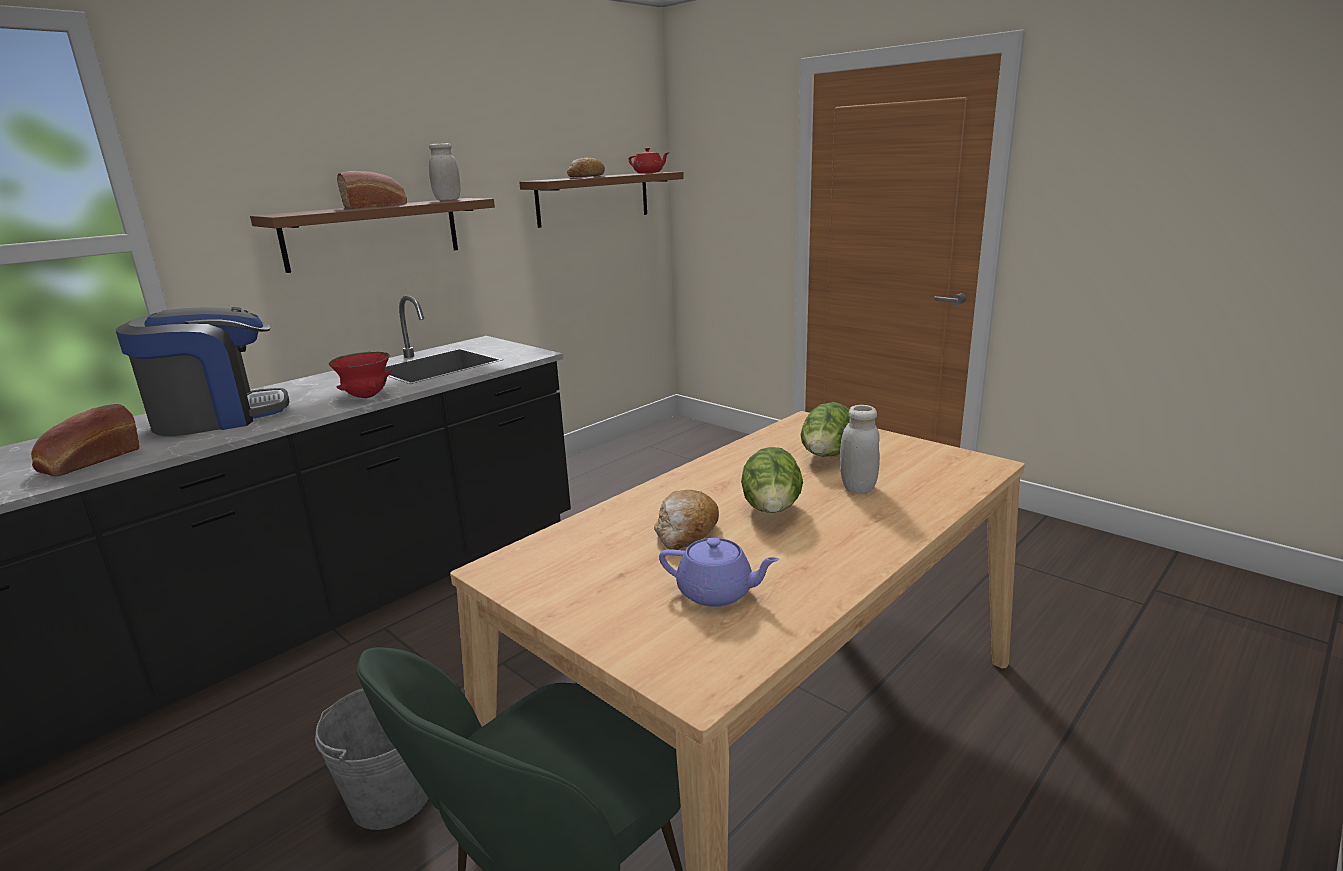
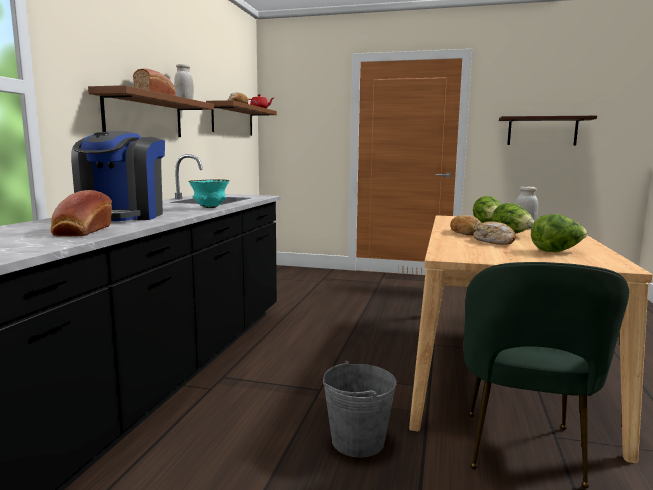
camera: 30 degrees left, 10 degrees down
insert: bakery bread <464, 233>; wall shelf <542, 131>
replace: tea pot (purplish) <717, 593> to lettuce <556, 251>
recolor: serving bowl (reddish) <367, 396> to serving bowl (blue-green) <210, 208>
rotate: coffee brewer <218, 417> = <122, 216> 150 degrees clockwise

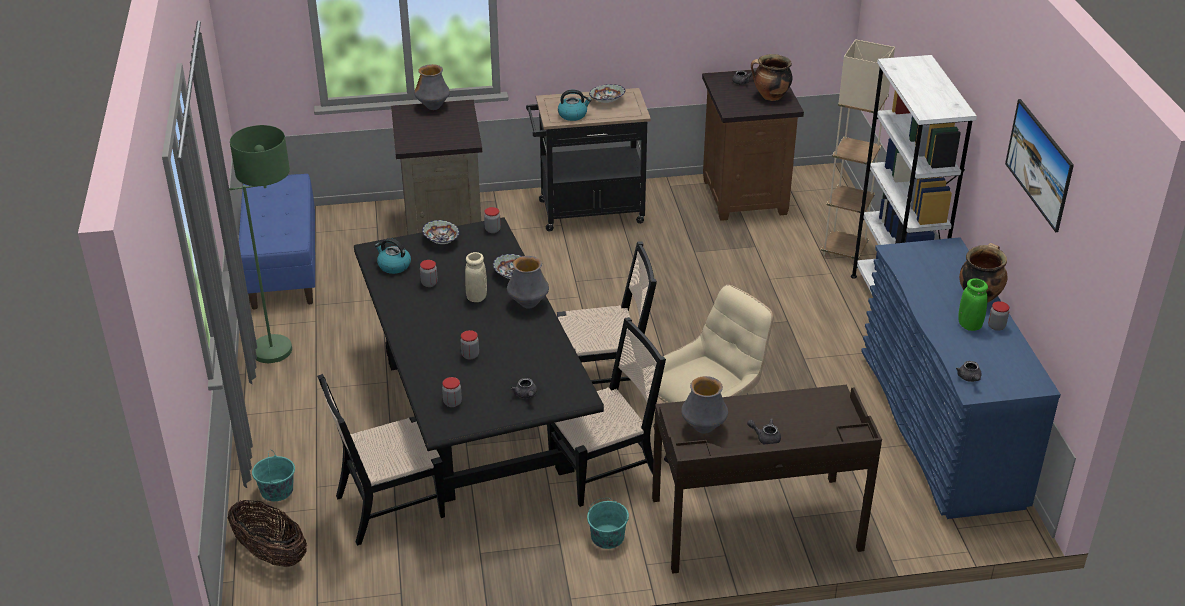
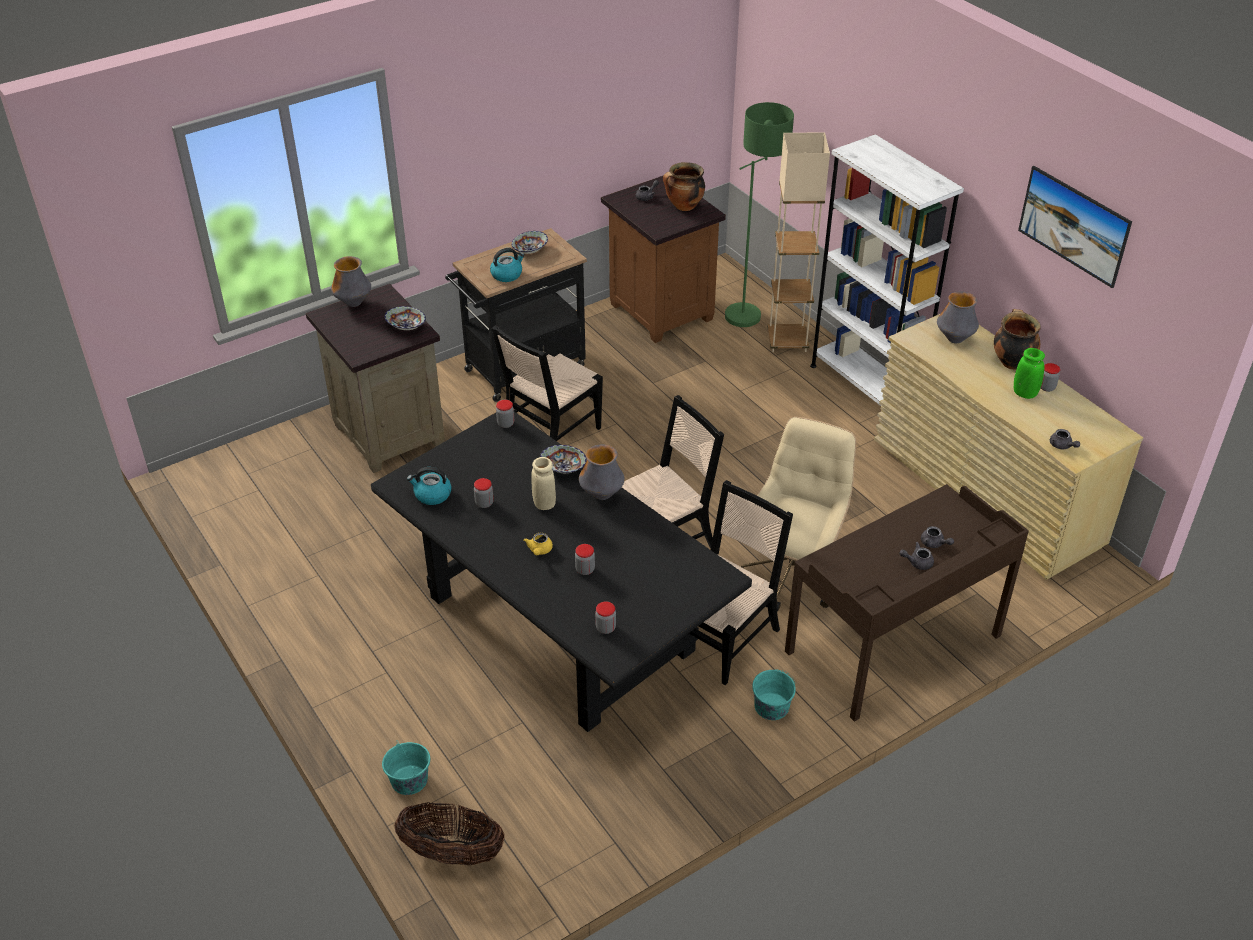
camera: 25 degrees left, 5 degrees up
delete: indoor bench (blue) <282, 267>
insert: tea pot (yellowish) <539, 550>
move: serving bowl <441, 241> to <406, 327>; chair <390, 507> to <551, 435>; standard lamp (green-coloured) <284, 348> to <750, 312>; tea pot (gray) <526, 395> to <934, 544>; flower vase <703, 428> to <954, 339>
recolor: drawer chest (blue) <940, 431> to drawer chest (beige) <985, 496>

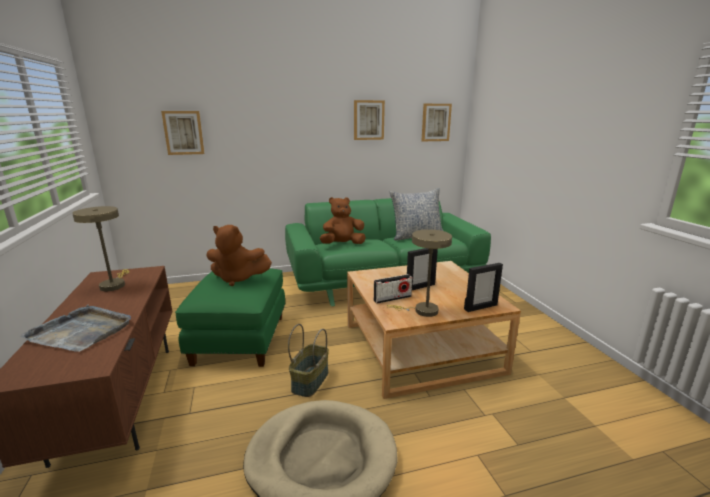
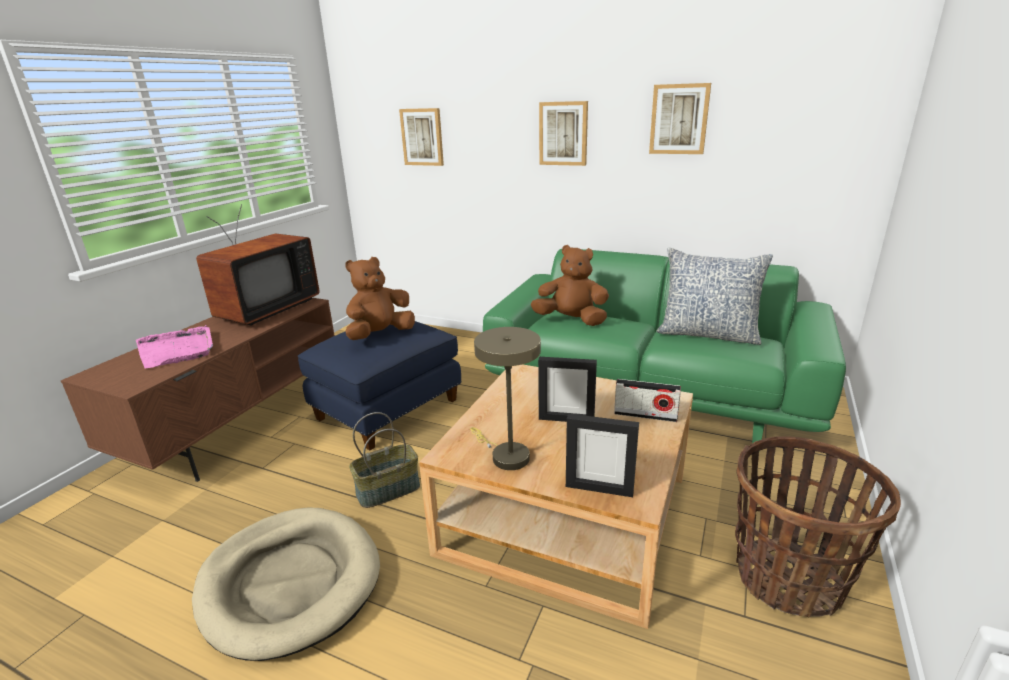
camera: 40 degrees right, 5 degrees up
insert: storage basket <788, 578>
move: wall picture <435, 122> to <563, 133>; radio receiver <392, 298> to <645, 415>
replace: lamp for a table (beige) <114, 284> to TV set <263, 310>
recolor: carrying tray (gray) <82, 331> to carrying tray (pink) <177, 350>; pouffe (green-coloured) <239, 339> to pouffe (blue) <387, 409>
rotate: cuddly toy (brown) <238, 278> = <380, 334> 90 degrees clockwise

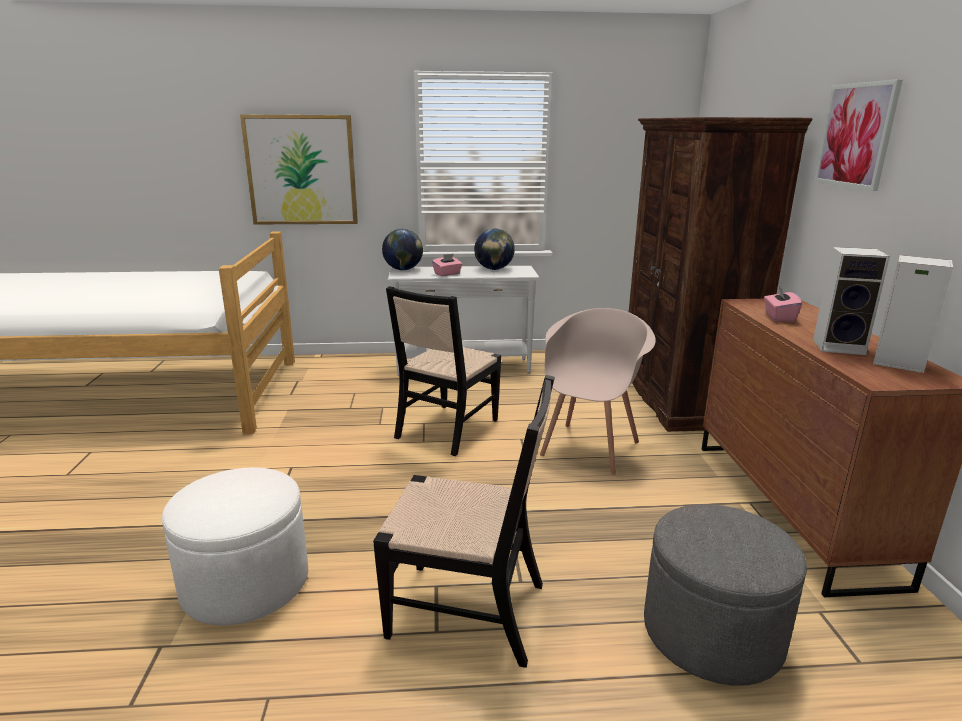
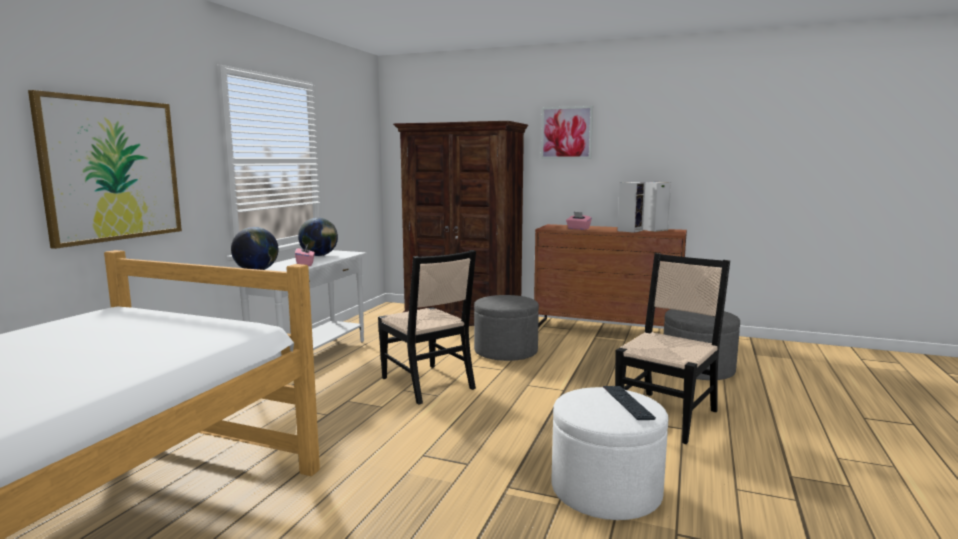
camera: 65 degrees left, 10 degrees down
insert: PC keyboard <627, 403>
replace: chair (beige) <590, 448> to pouffe (gray) <505, 351>

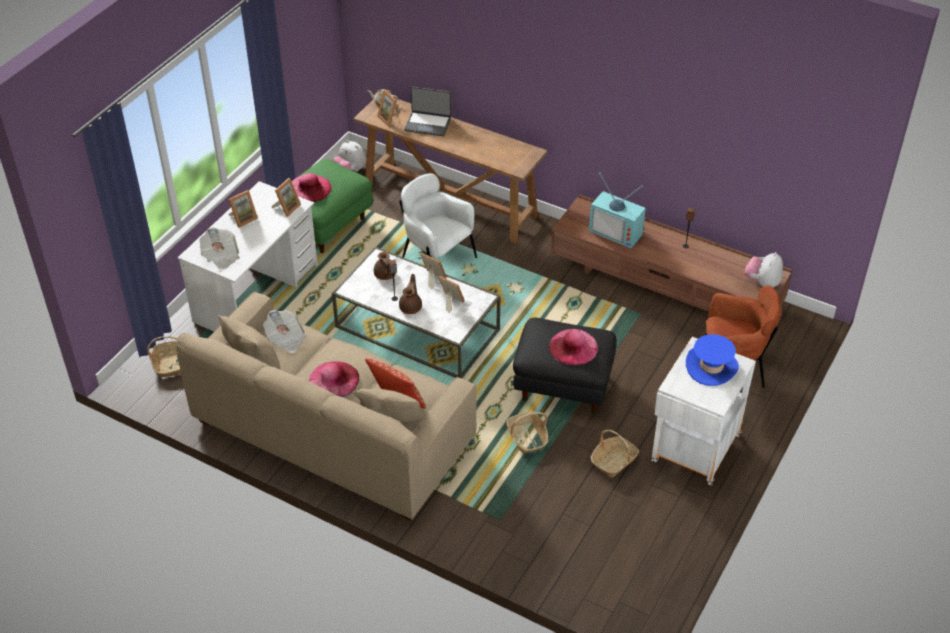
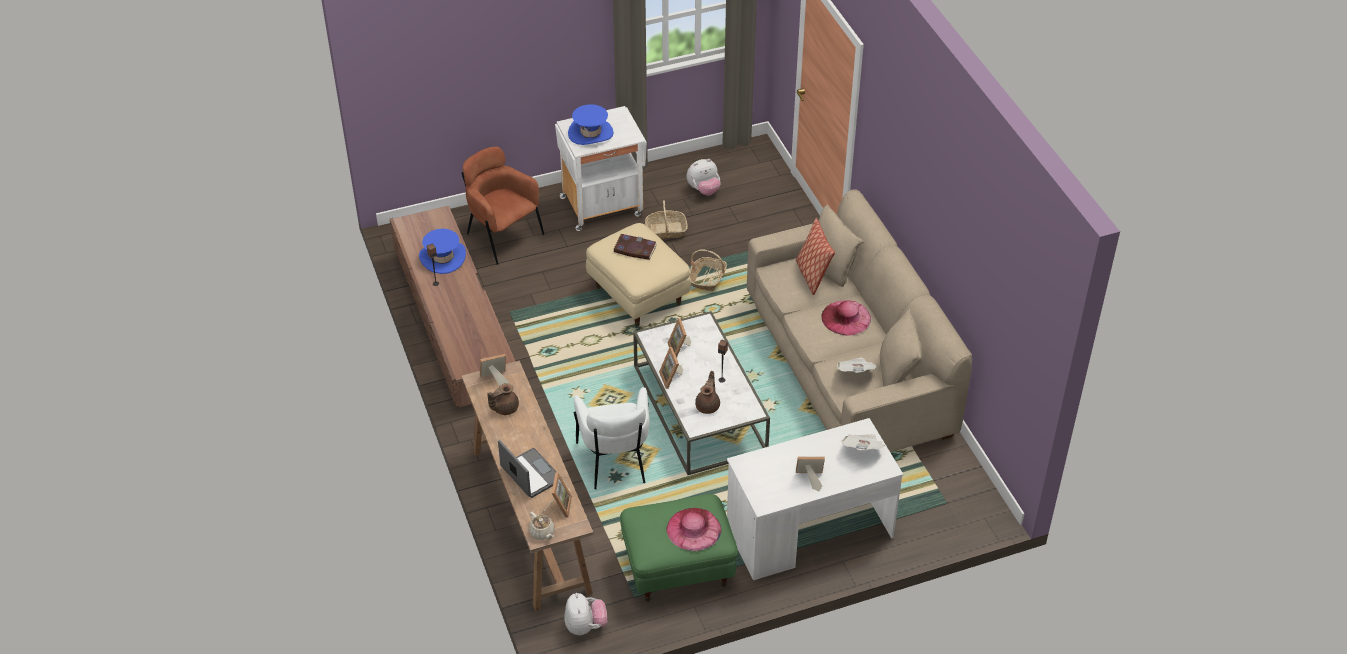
camera: 140 degrees left, 0 degrees up
delete: storage basket <170, 363>; TV set <617, 232>
insert: clothing hat (blue) <442, 258>
move: photo frame <287, 208> to <495, 379>; tea pot (brown) <411, 307> to <504, 408>; cuddly toy <762, 282> to <703, 190>
replace: clothing hat (pink) <573, 347> to bound book <634, 249>
recolor: pouffe (black) <562, 386> to pouffe (beige) <639, 297>

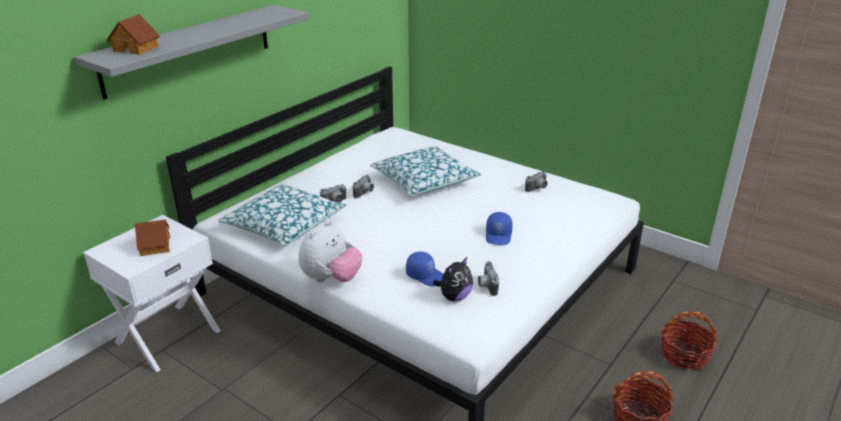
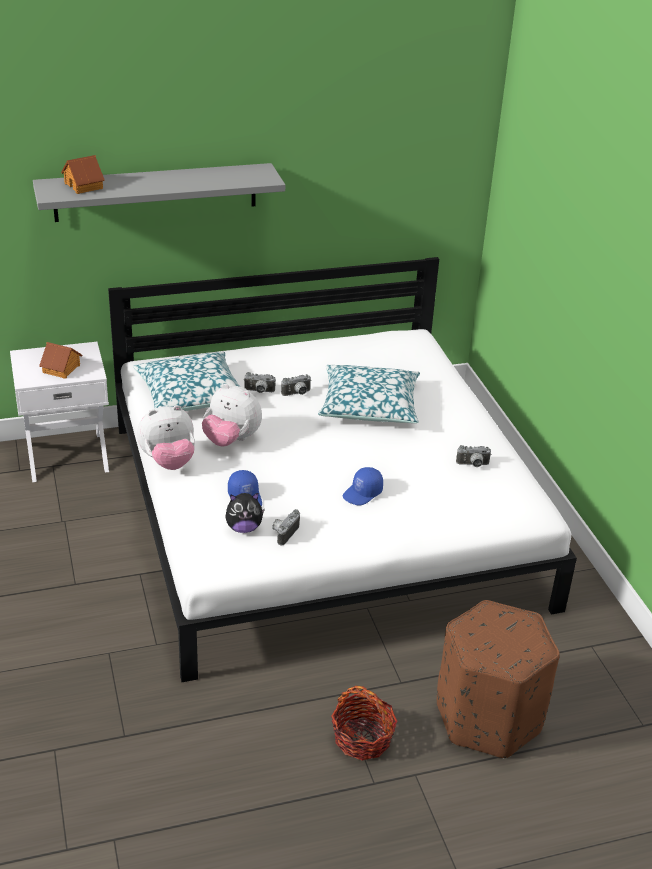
camera: 35 degrees right, 5 degrees up
insert: cuddly toy <231, 440>
replace: storage basket <684, 355> to pouffe (brown) <489, 717>

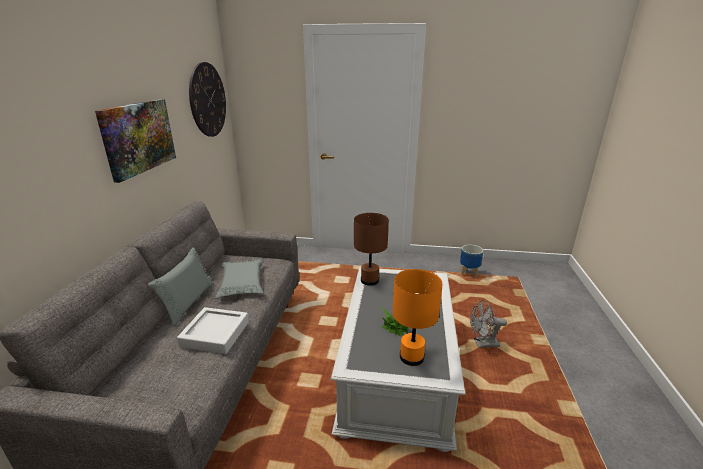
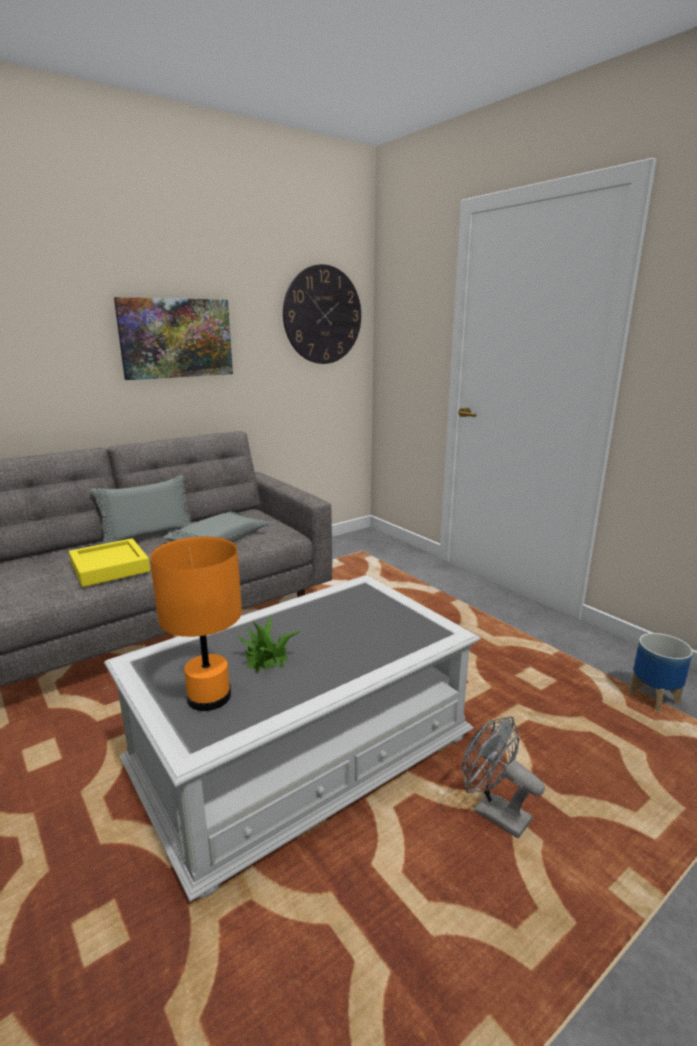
camera: 45 degrees right, 5 degrees down
delete: lamp for a table (brown) <369, 280>
recolor: carrying tray (gray) <215, 334> to carrying tray (yellowish) <110, 568>

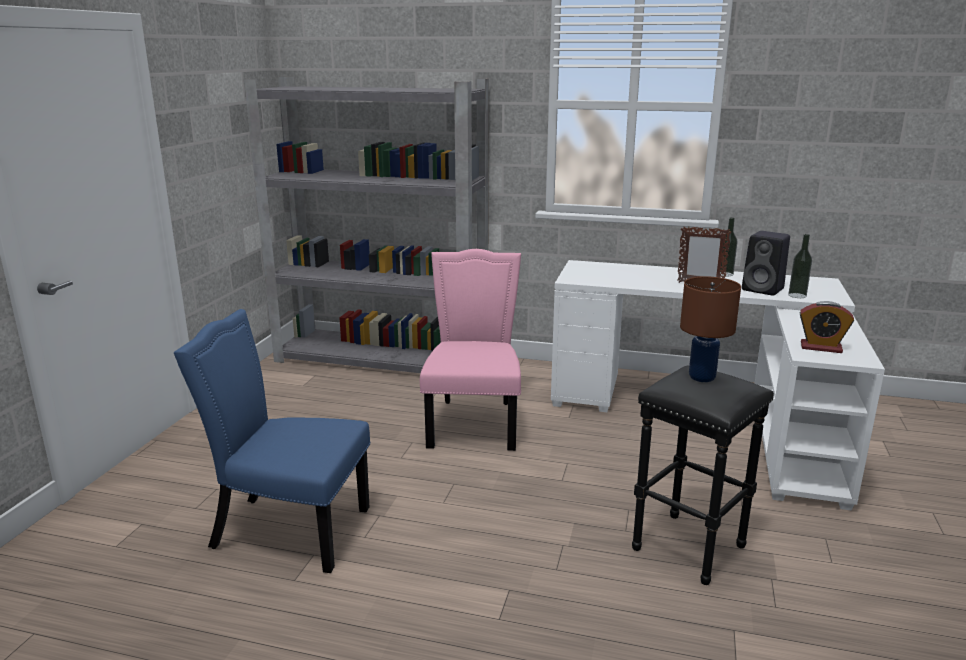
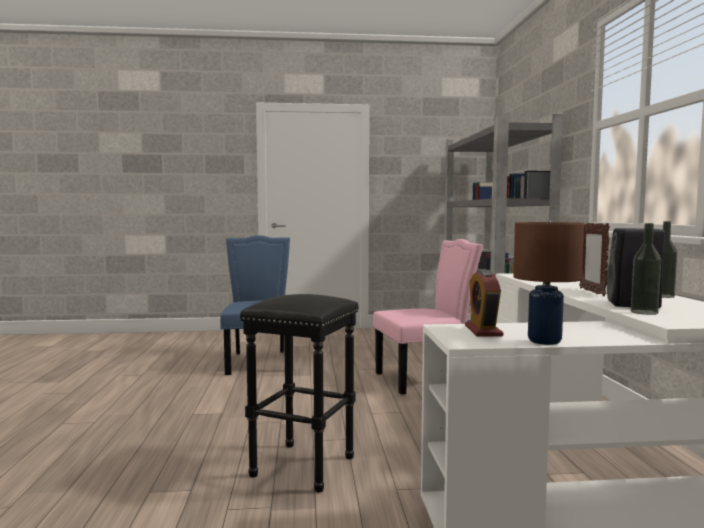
camera: 70 degrees right, 15 degrees down
move: lamp for a table (brown) <700, 377> to <545, 341>

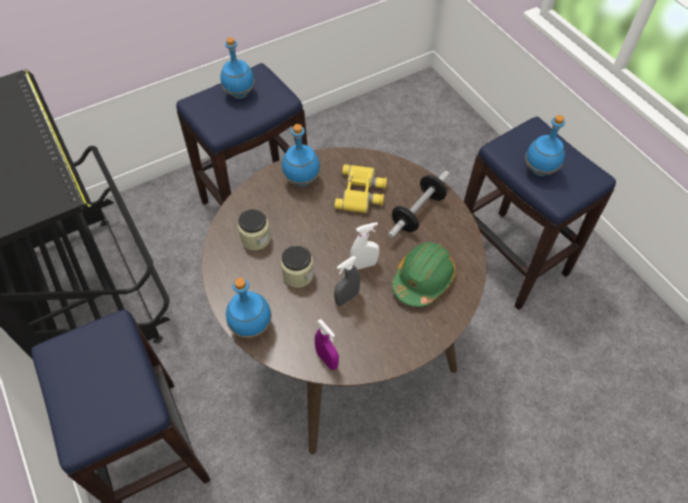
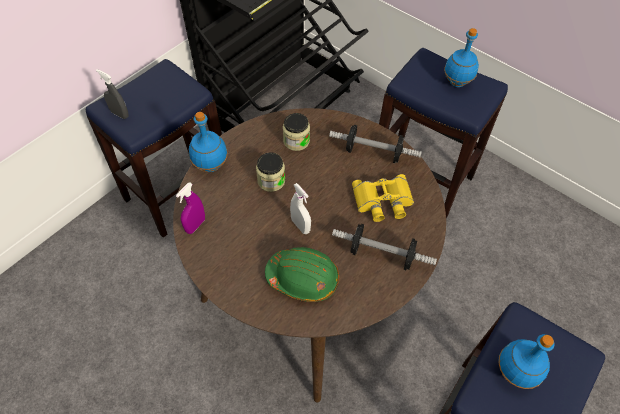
camera: 70 degrees right, 0 degrees up
move: sprayer (gray) <347, 298> to <120, 114>
replace: beverage bottle (blue) <302, 181> to hand weight <373, 153>

